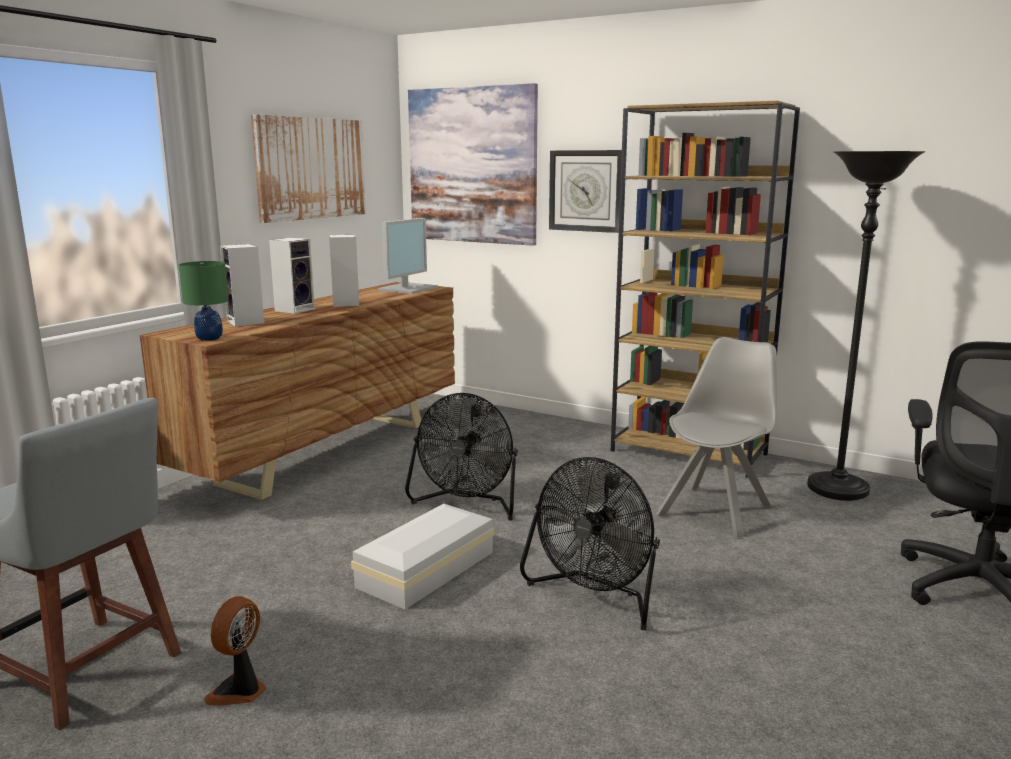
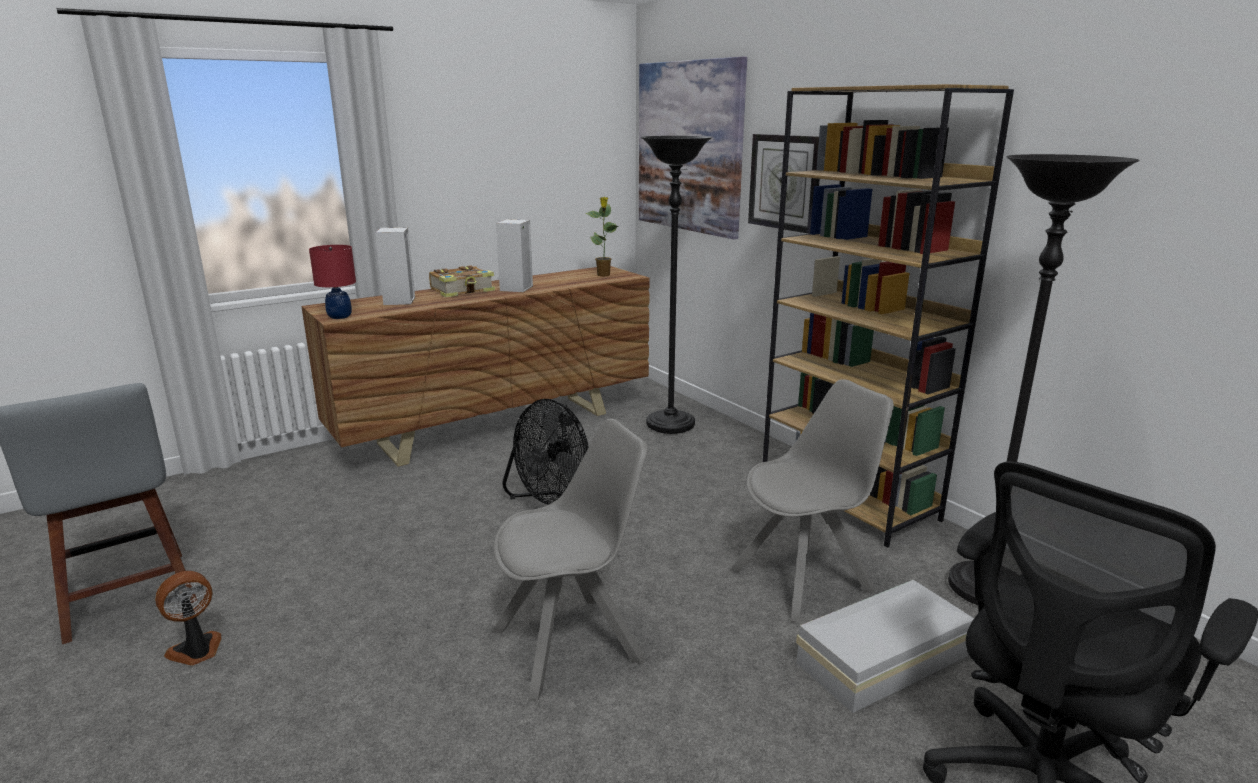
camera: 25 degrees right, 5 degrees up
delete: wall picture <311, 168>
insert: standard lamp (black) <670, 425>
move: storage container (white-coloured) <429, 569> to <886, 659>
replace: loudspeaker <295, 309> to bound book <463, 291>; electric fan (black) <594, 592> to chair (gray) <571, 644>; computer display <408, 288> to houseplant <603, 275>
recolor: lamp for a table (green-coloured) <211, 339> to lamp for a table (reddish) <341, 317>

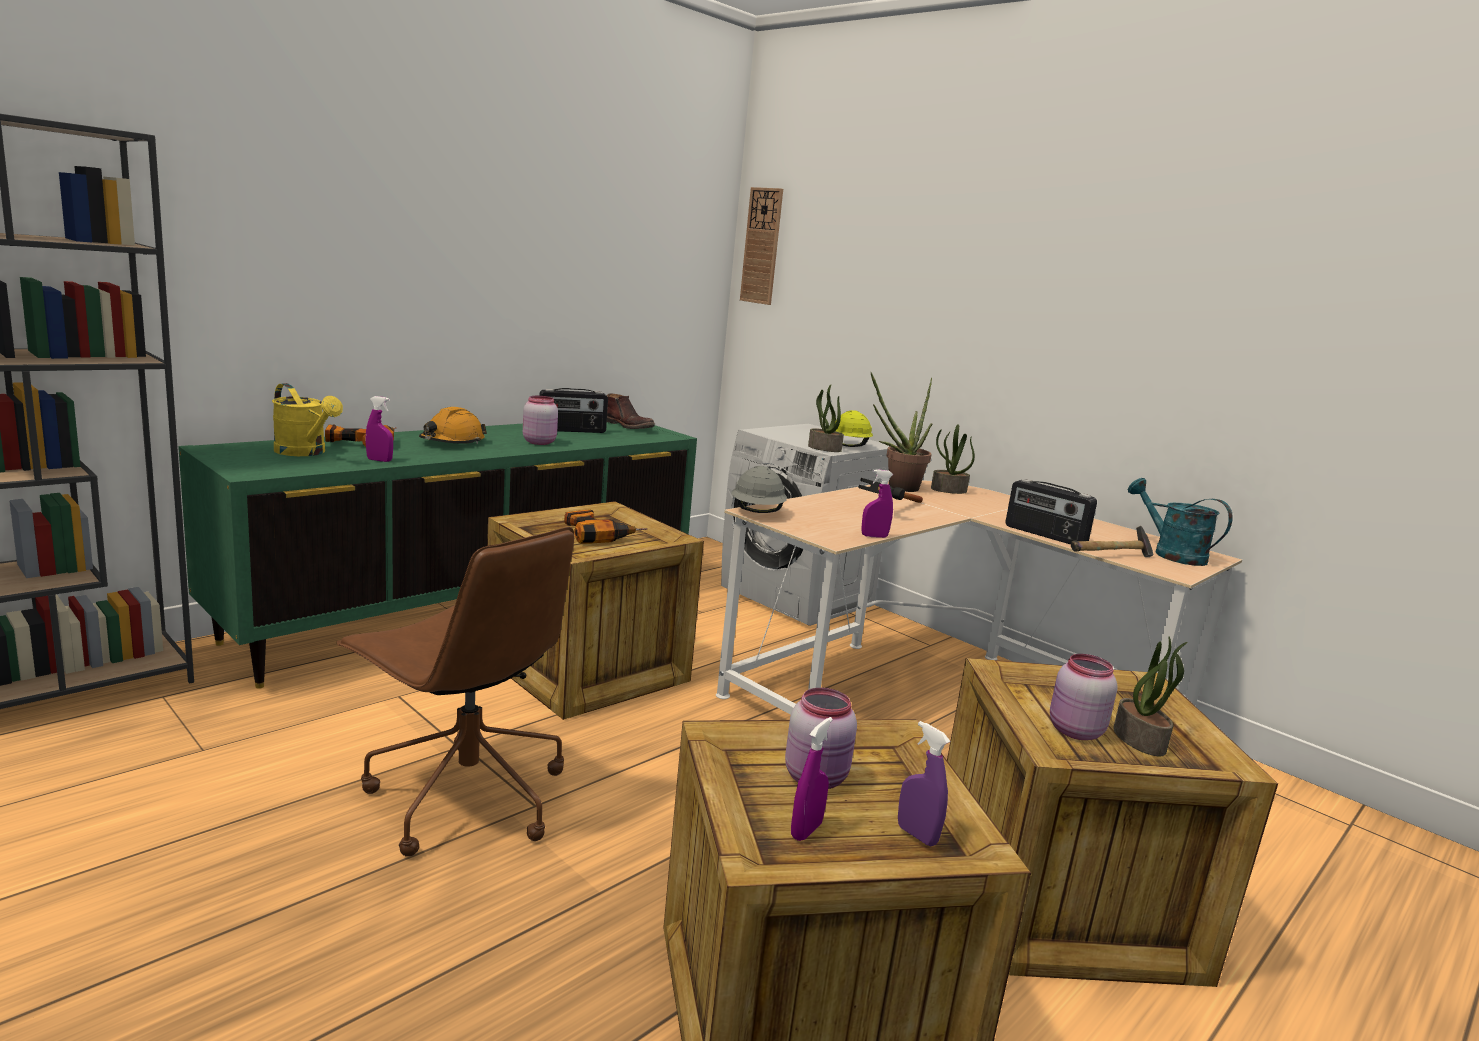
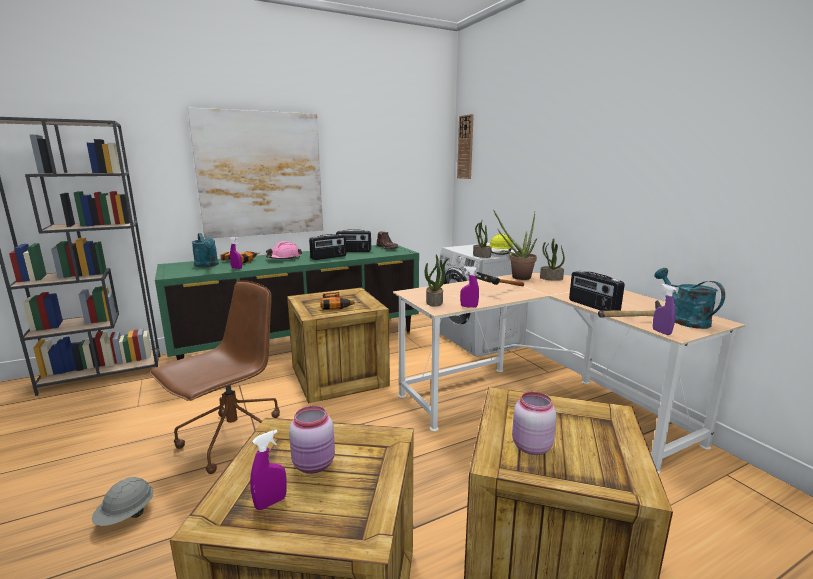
camera: 20 degrees right, 0 degrees up
insert: wall picture <261, 174>
move: safety helmet (gray) <757, 513> to <126, 516>; houseplant <1140, 740> to <434, 302>; sprayer (purplish) <916, 835> to <661, 332>
replace: storage jar (pink) <539, 442> to radio receiver <329, 257>
recolor: watering pot (yellowish) <305, 453> to watering pot (blue-green) <208, 265>; safety helmet (orange-coloured) <452, 442> to safety helmet (pink) <284, 258>
rotate: desk chair (brown) <461, 795> = <230, 441> 105 degrees counterclockwise

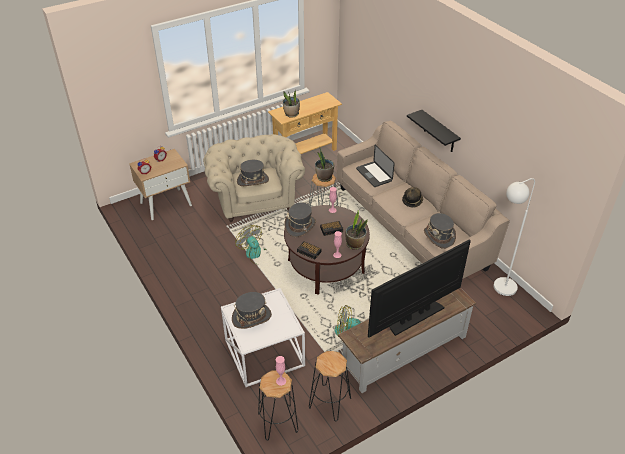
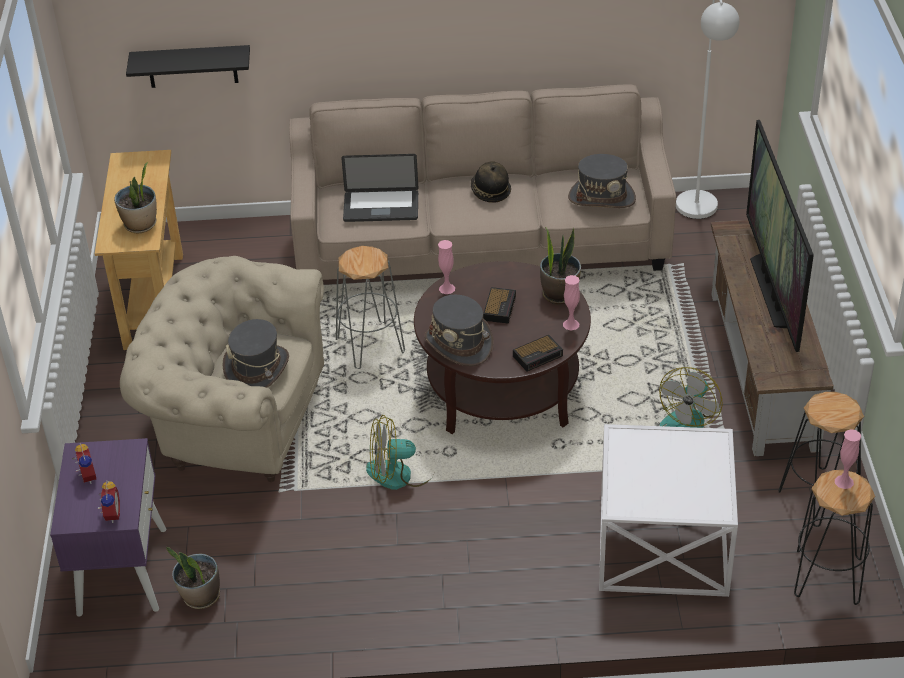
camera: 60 degrees left, 0 degrees up
delete: clothing hat (gray) <251, 317>
move: wall shelf (black) <439, 132> to <192, 66>; houseplant <324, 177> to <200, 597>
recolor: nightstand (beige) <166, 204> to nightstand (purplish) <122, 570>

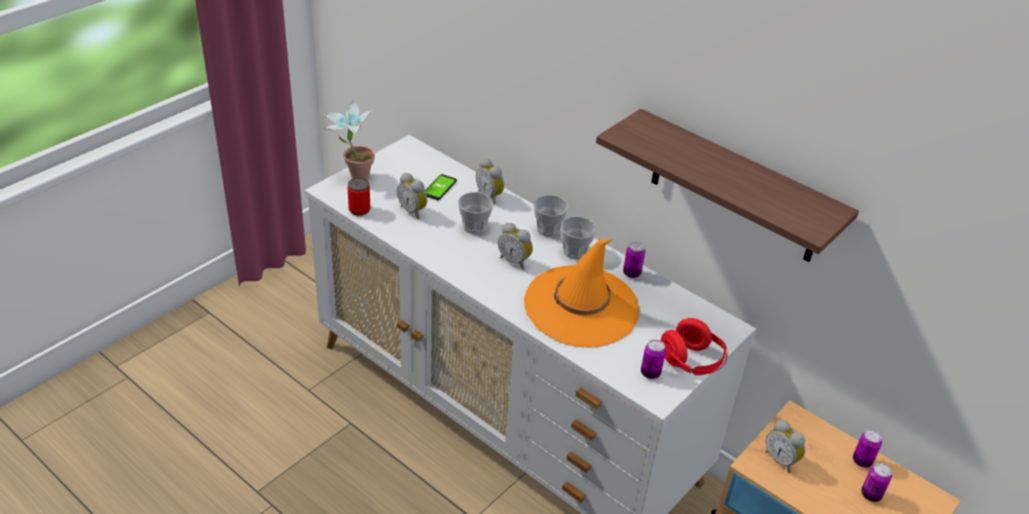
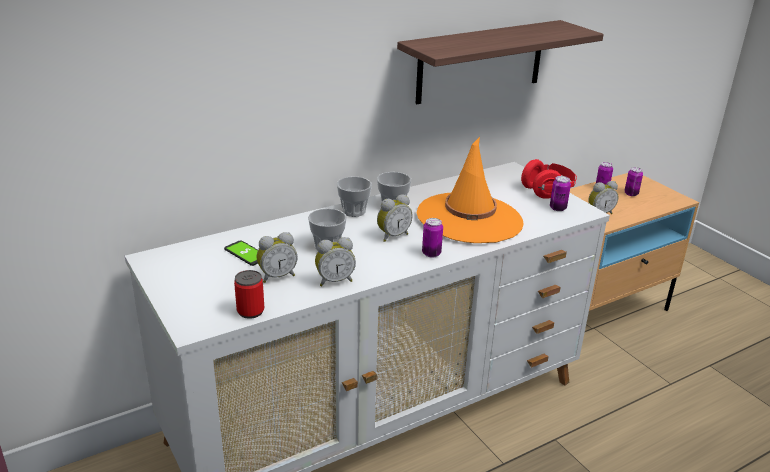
camera: 70 degrees left, 10 degrees down
delete: houseplant <353, 177>
move: table clock <490, 196> to <334, 280>; metal can <631, 273> to <431, 253>

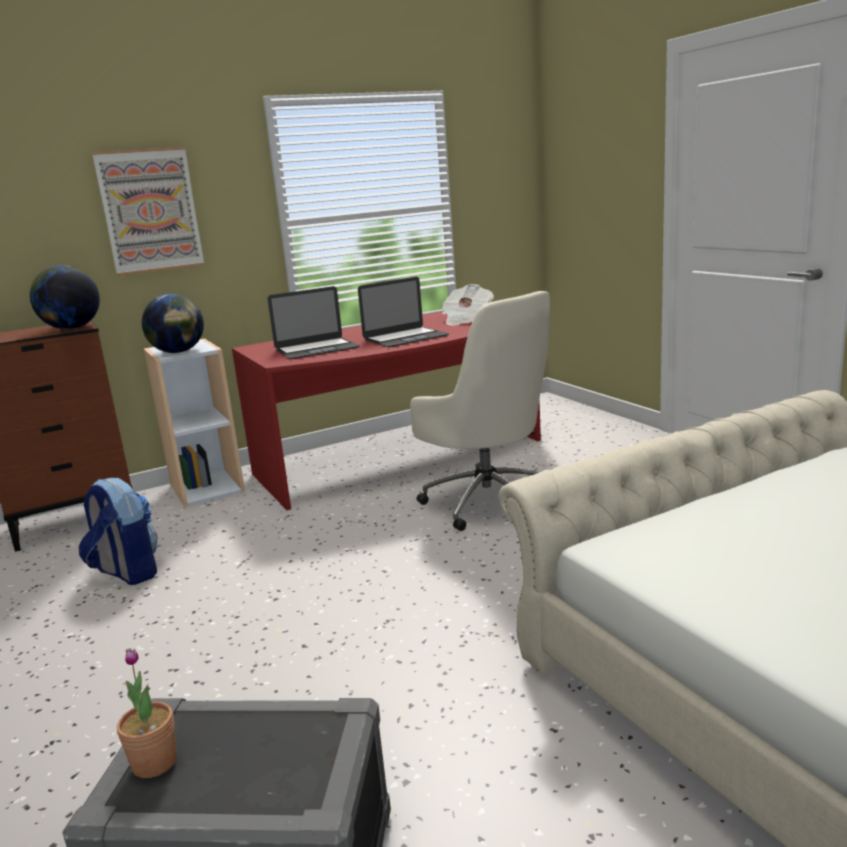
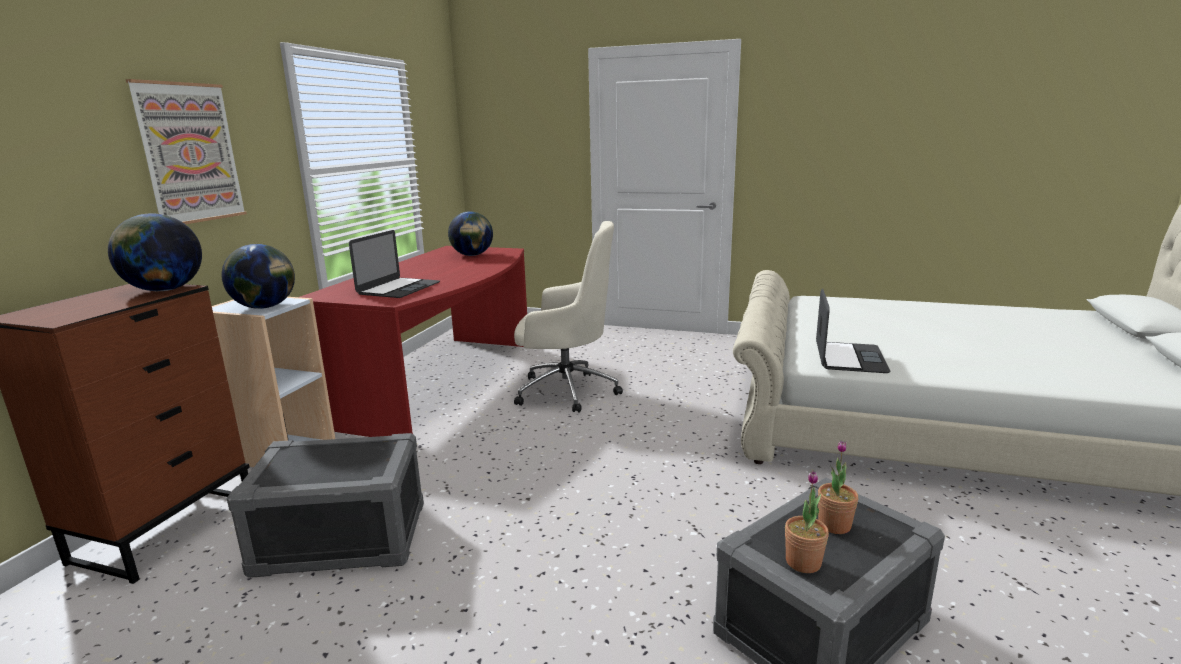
camera: 45 degrees left, 0 degrees up
insert: houseplant <834, 525>
move: portable computer <405, 337> to <849, 357>
replace: backpack <126, 572> to storage container (gray) <340, 540>; newspaper <466, 320> to globe <472, 255>

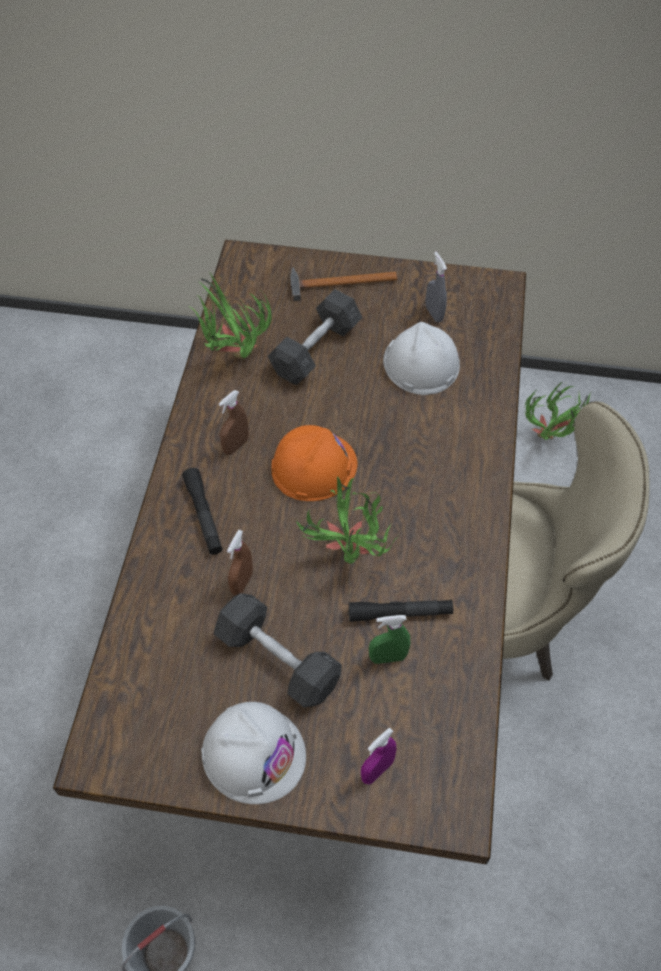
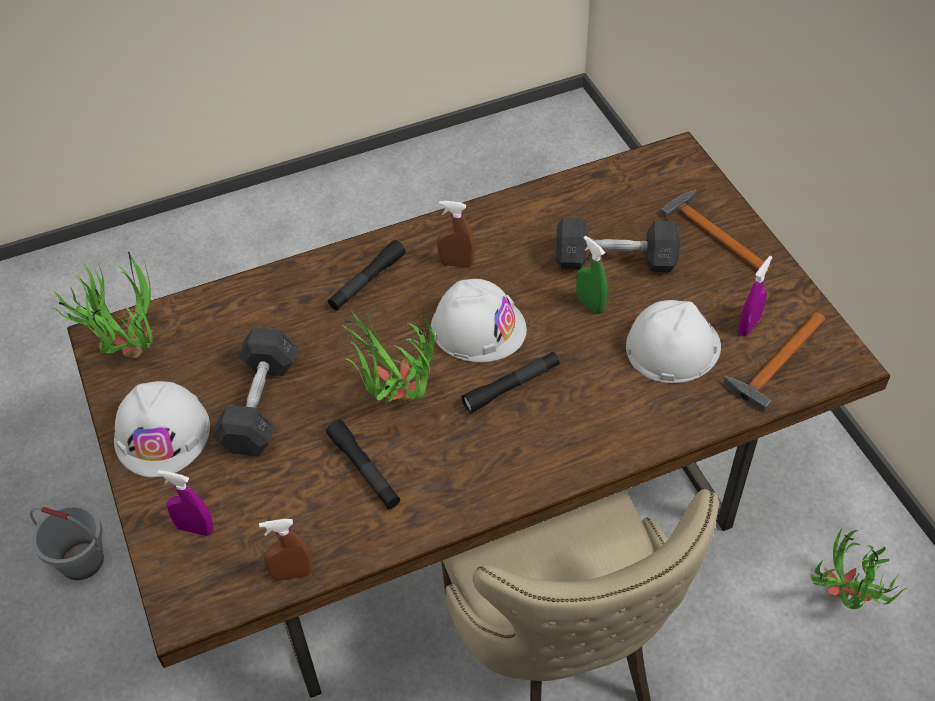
camera: 60 degrees right, 5 degrees down
insert: flashlight (black) <511, 387>; hammer <776, 362>
move: houseplant <233, 358> to <126, 348>; sprayer (brown) <242, 583> to <292, 574>; sprayer (green-coloured) <388, 657> to <590, 304>
recolor: safety helmet (orange-coloured) <313, 466> to safety helmet (white-coloured) <478, 327>; sprayer (gray) <434, 314> to sprayer (purplish) <749, 325>

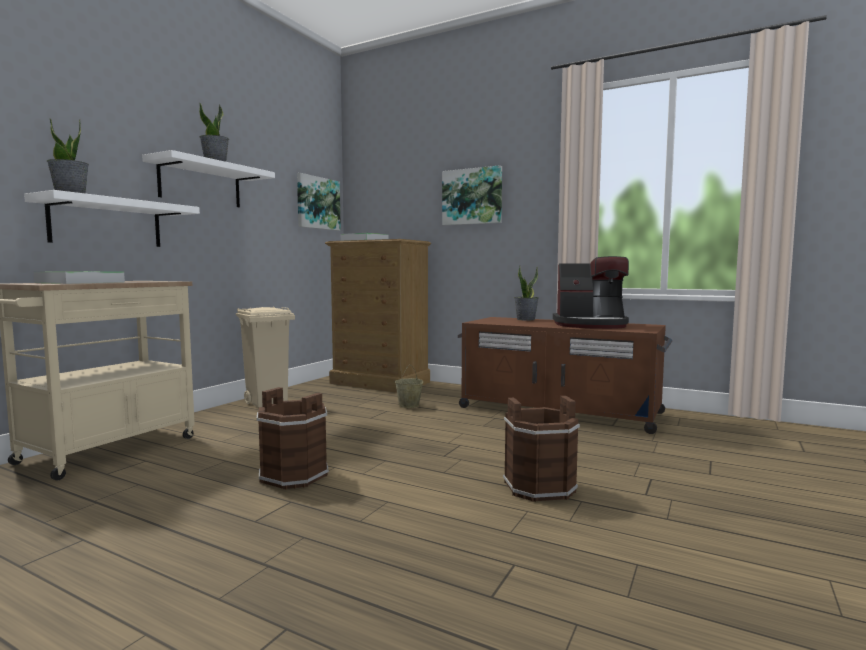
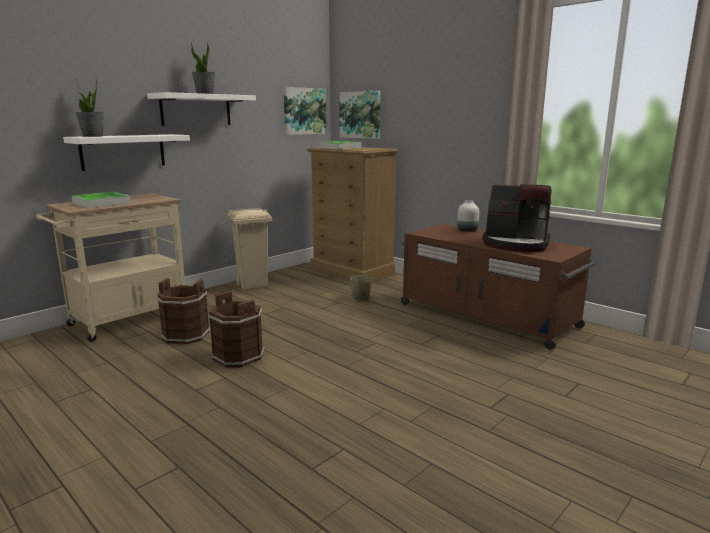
camera: 15 degrees right, 10 degrees up
move: water bucket (brown) <539, 486> to <186, 335>; wall picture <472, 196> to <360, 115>
replace: houseplant <525, 319> to flower vase (white-coloured) <468, 230>

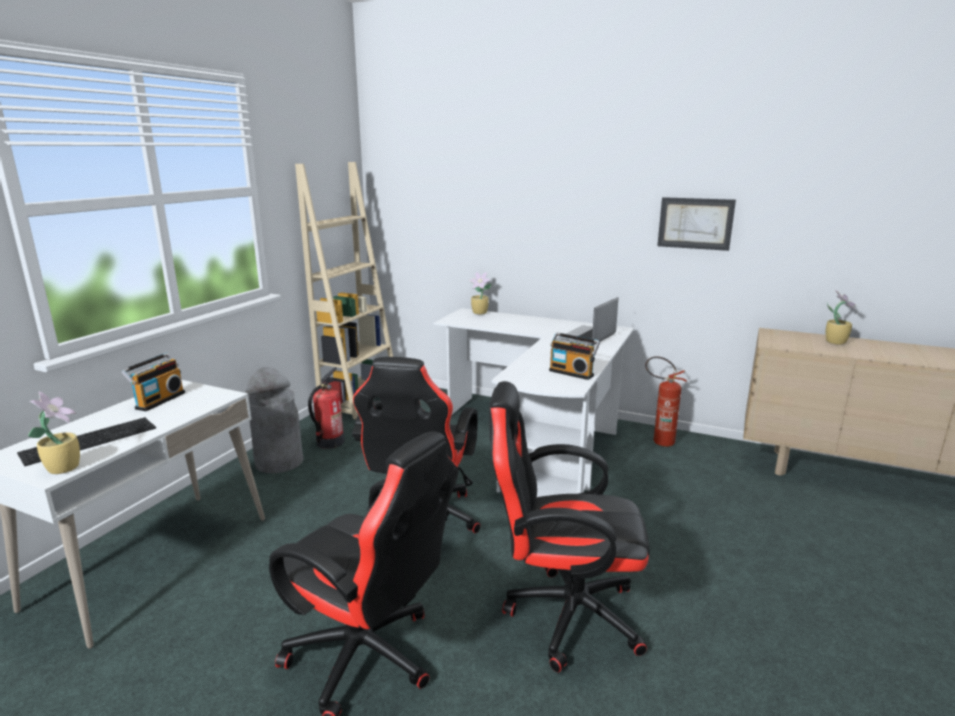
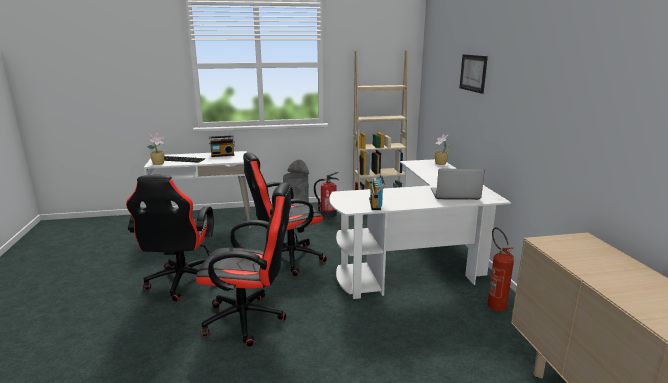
camera: 55 degrees right, 0 degrees up
delete: houseplant <835, 342>
move: wall picture <695, 223> to <473, 73>
rotate: desk chair (black) <562, 614> = <250, 321> 120 degrees clockwise

